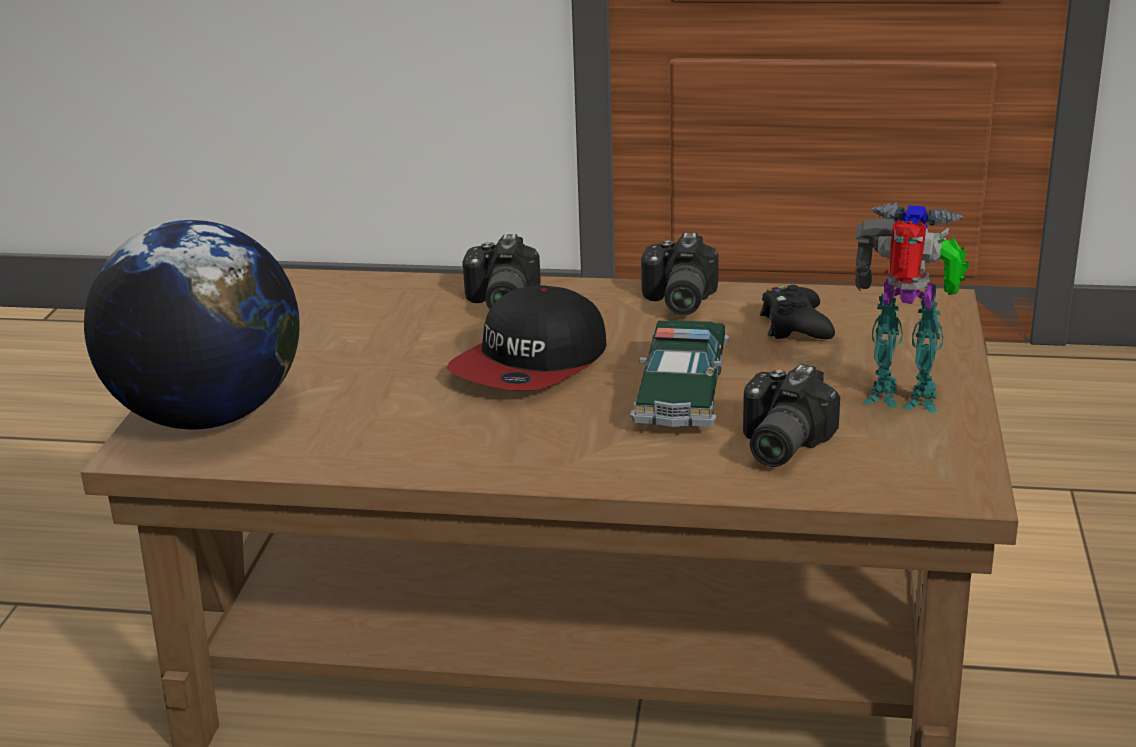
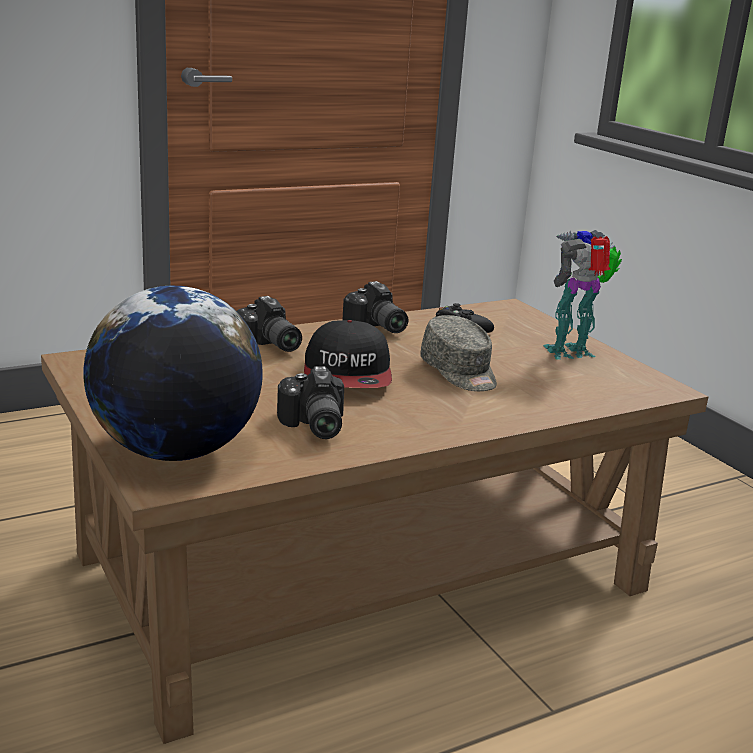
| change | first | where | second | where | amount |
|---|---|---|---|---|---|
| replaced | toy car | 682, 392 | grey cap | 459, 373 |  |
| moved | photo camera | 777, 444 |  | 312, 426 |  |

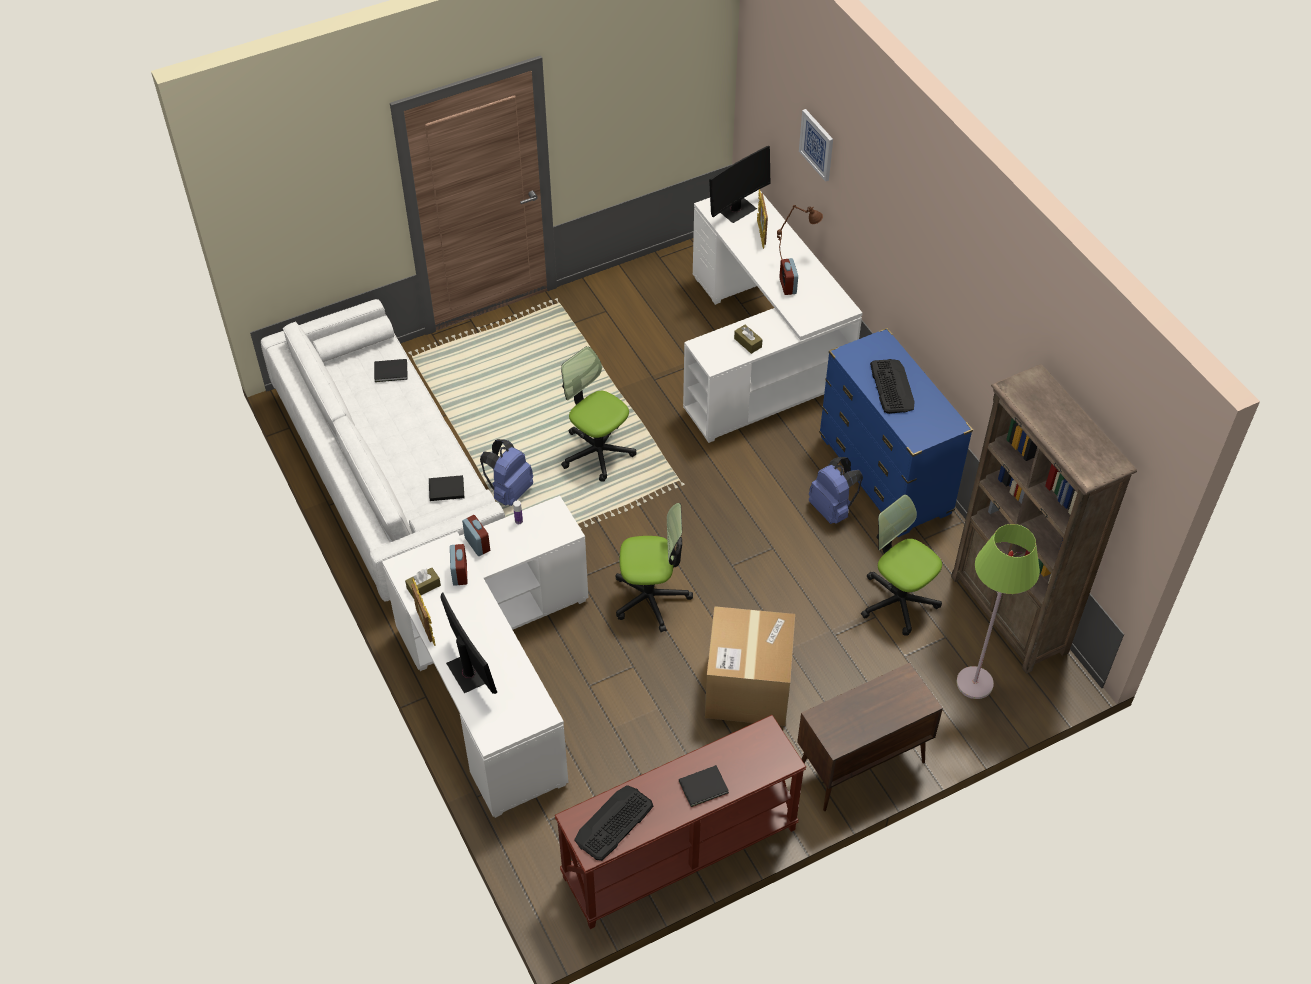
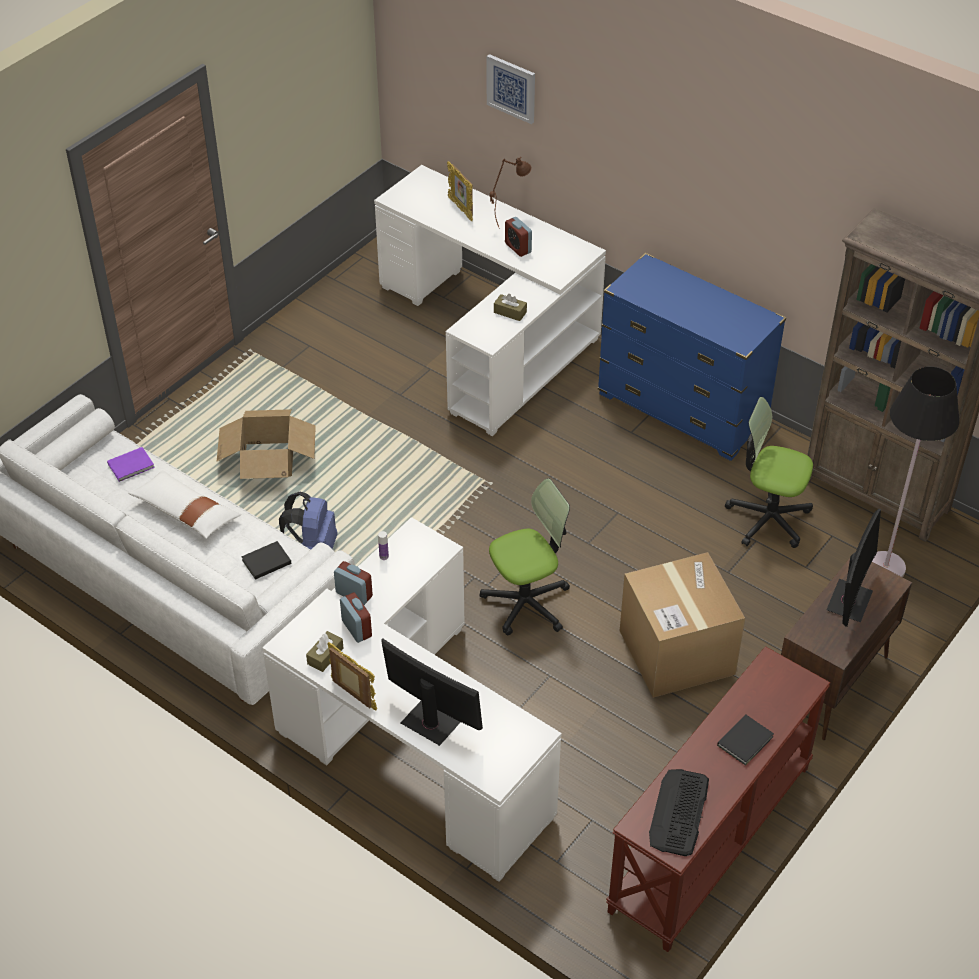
| change | first | where | second | where | amount |
|---|---|---|---|---|---|
| moved | monitor | 736, 209 |  | 849, 601 |  |
| removed | office chair | 597, 451 |  |  |  |
| recoloured | black book | 392, 372 | purple book | 132, 465 |  |
| removed | keyboard | 892, 386 |  |  |  |
| removed | blue backpack | 832, 509 |  |  |  |
| recoloured | green floor lamp | 974, 683 | black floor lamp | 885, 567 |  |
| added |  |  | cardboard box | 268, 460 |  |
| added |  |  | white pillow | 186, 512 |  |

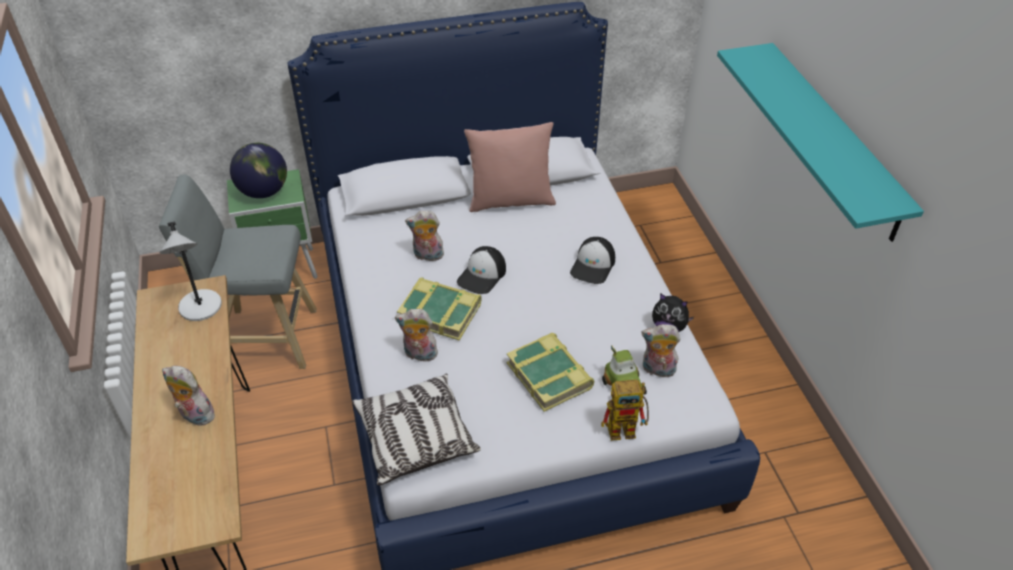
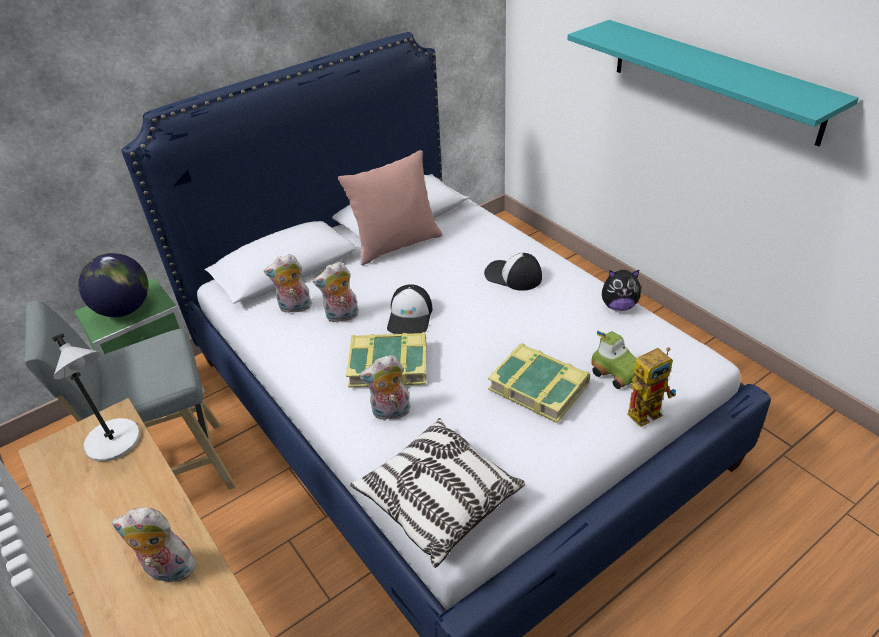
| change | first | where | second | where | amount |
|---|---|---|---|---|---|
| turned | cap | 593, 266 |  | 513, 276 | 120 degrees clockwise |
| moved | plush toy | 657, 370 |  | 294, 308 |  |

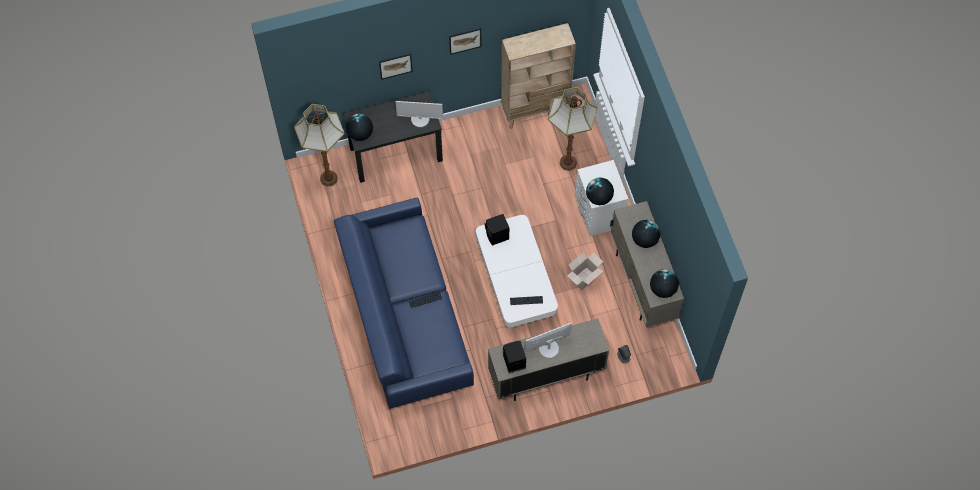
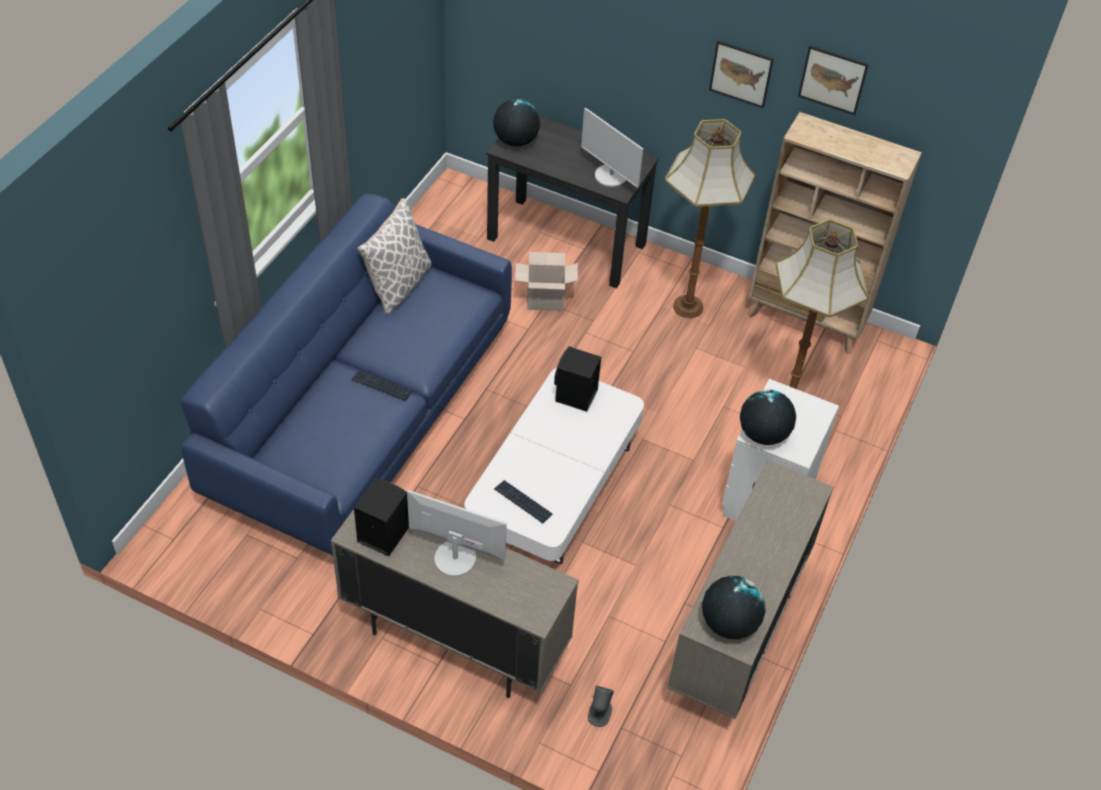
| change | first | where | second | where | amount |
|---|---|---|---|---|---|
| moved | picture | 395, 66 |  | 833, 79 |  |
| moved | floor lamp | 328, 178 |  | 687, 306 |  |
| removed | globe | 644, 240 |  |  |  |
| moved | cardboard box | 583, 279 |  | 543, 302 |  |
| added |  |  | pillow | 398, 285 |  |

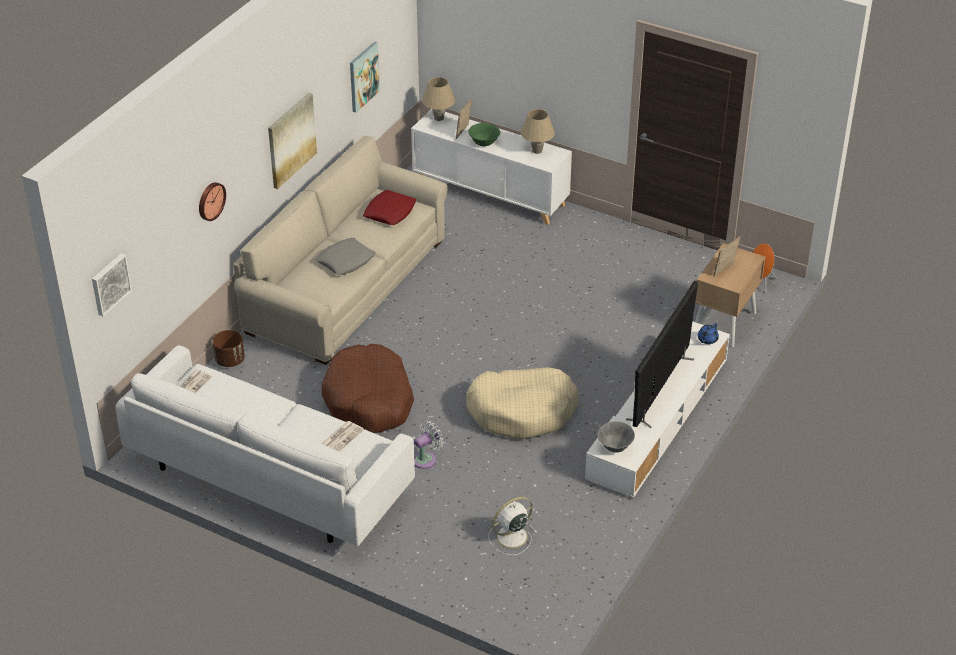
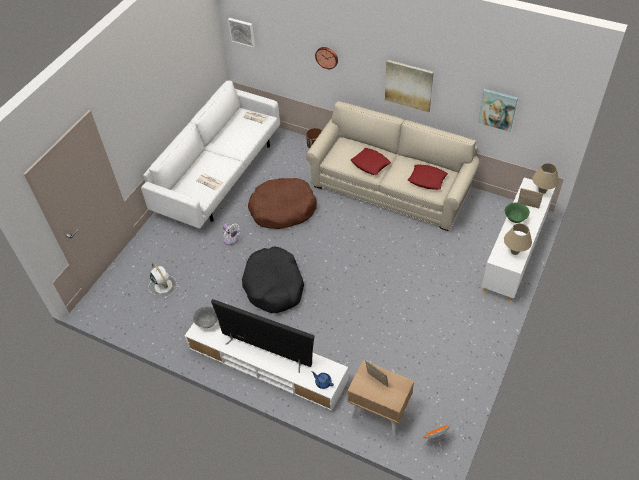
| change | first | where | second | where | amount |
|---|---|---|---|---|---|
| recoloured | grey pillow | 346, 261 | red pillow | 370, 164 |  |
| recoloured | beige dog bed | 522, 411 | black dog bed | 274, 286 |  |

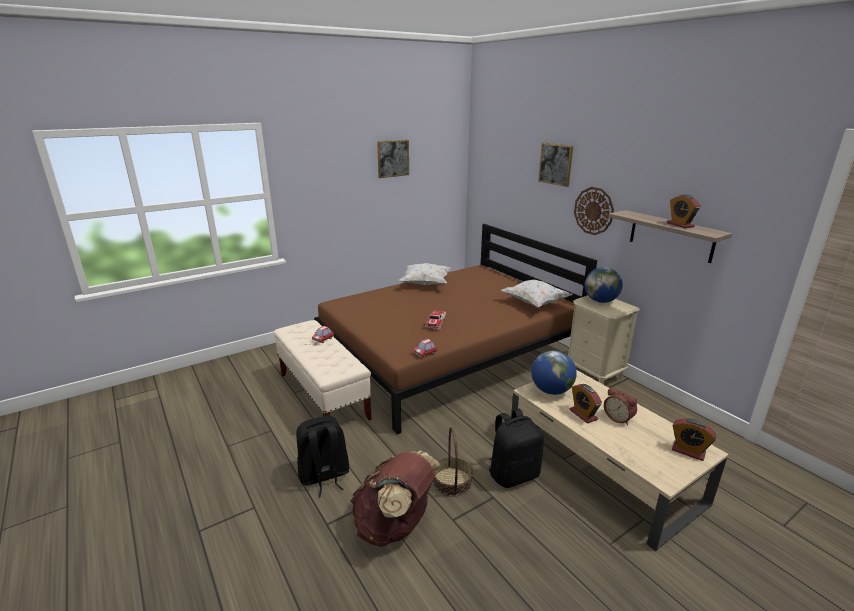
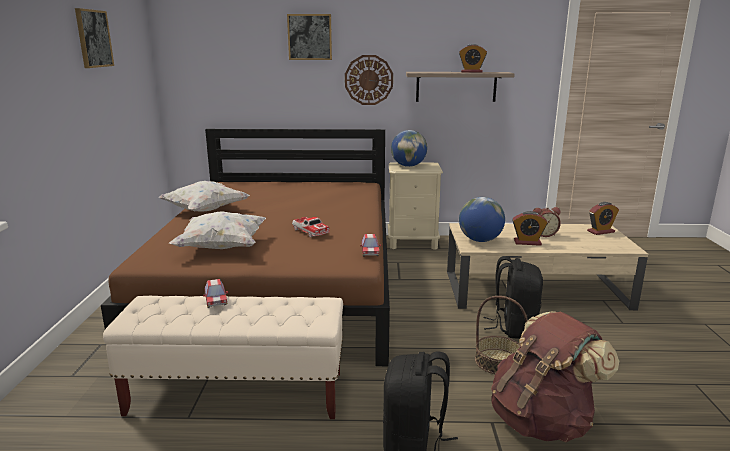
| change | first | where | second | where | amount |
|---|---|---|---|---|---|
| moved | white pillow | 534, 303 |  | 221, 247 |  |

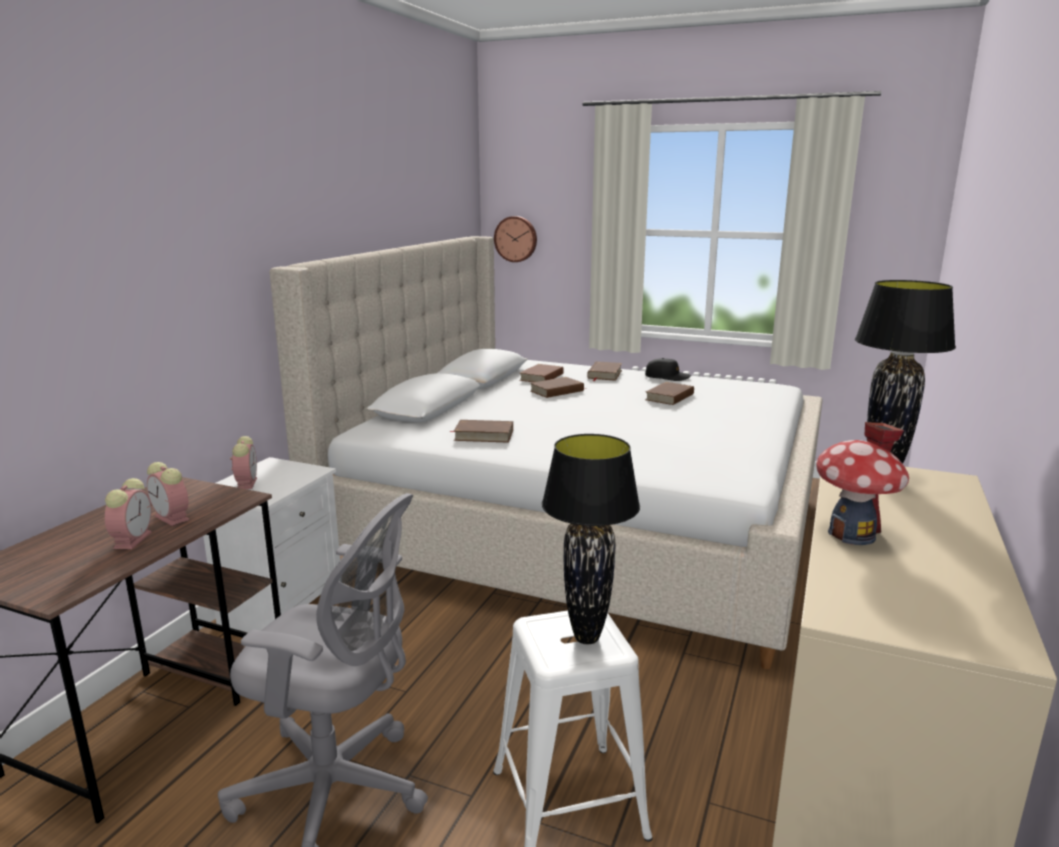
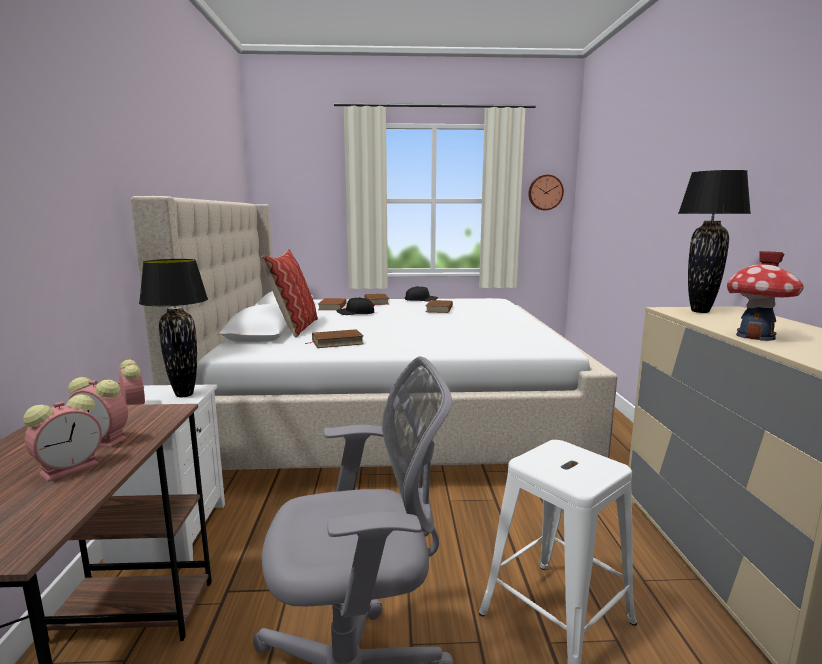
| change | first | where | second | where | amount |
|---|---|---|---|---|---|
| moved | wall clock | 516, 239 |  | 545, 192 |  |
| replaced | brown book | 557, 391 | black cap | 355, 313 |  |
| moved | black table lamp | 587, 637 |  | 184, 394 |  |
| turned | alarm clock | 133, 539 |  | 72, 468 | 60 degrees clockwise |
| added |  |  | pillow | 294, 328 |  |

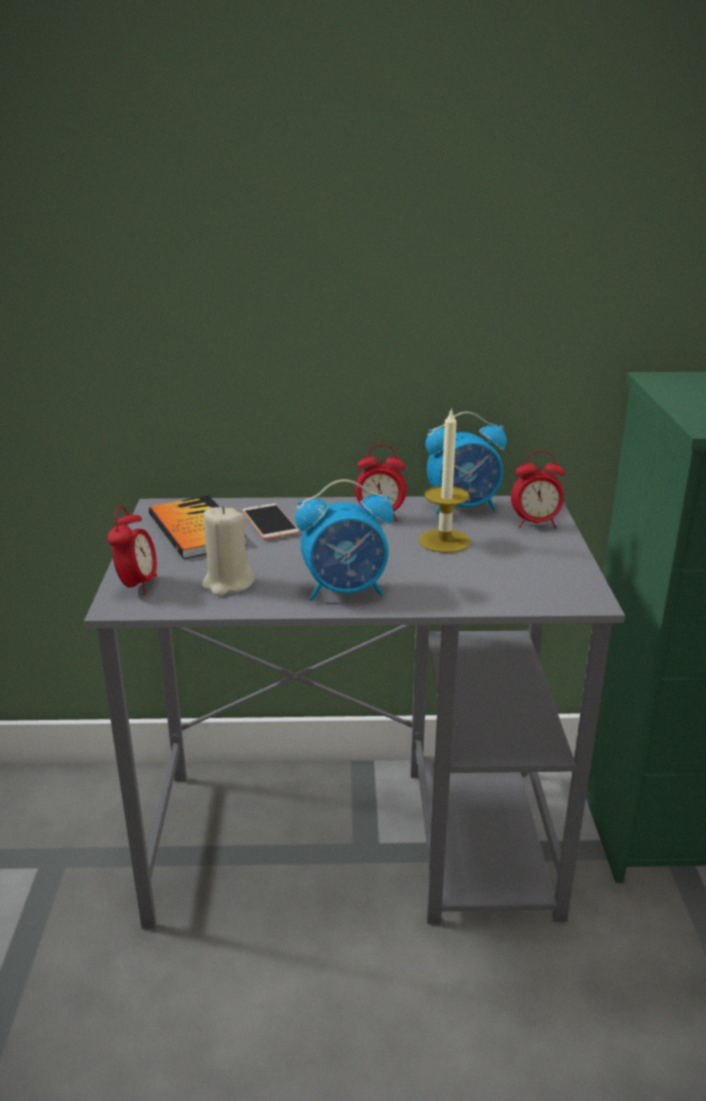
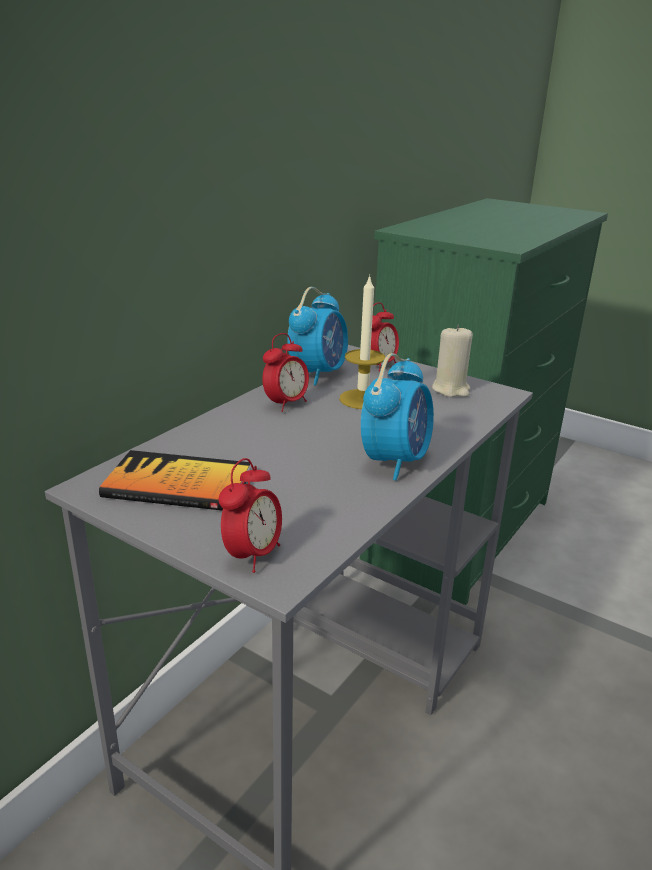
| change | first | where | second | where | amount |
|---|---|---|---|---|---|
| removed | phone | 270, 523 |  |  |  |
| turned | alarm clock | 137, 585 |  | 252, 555 | 75 degrees clockwise |
| moved | beige candle | 227, 583 |  | 451, 389 |  |

